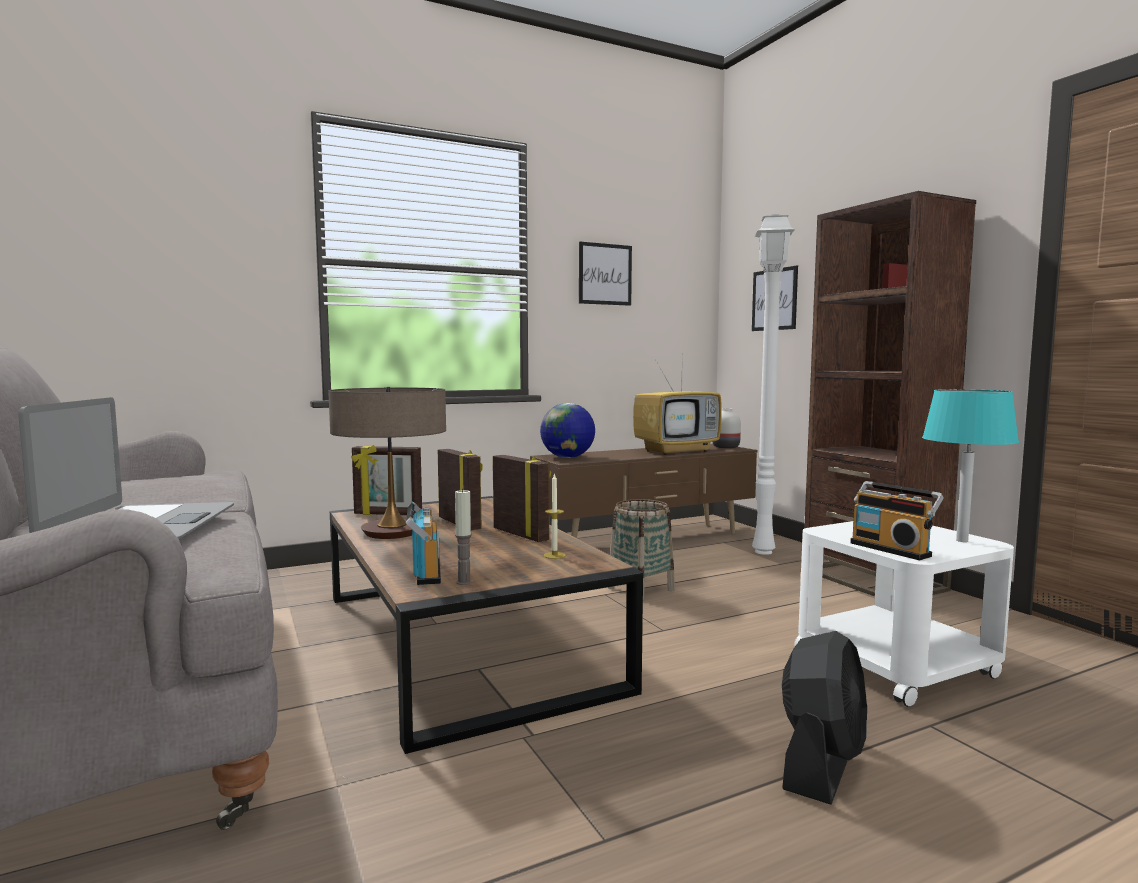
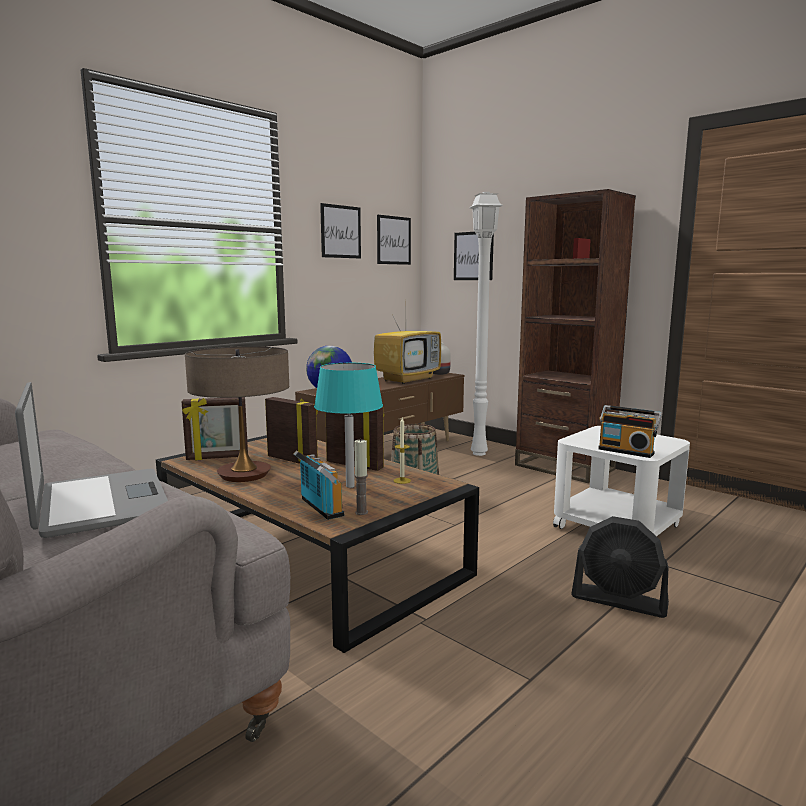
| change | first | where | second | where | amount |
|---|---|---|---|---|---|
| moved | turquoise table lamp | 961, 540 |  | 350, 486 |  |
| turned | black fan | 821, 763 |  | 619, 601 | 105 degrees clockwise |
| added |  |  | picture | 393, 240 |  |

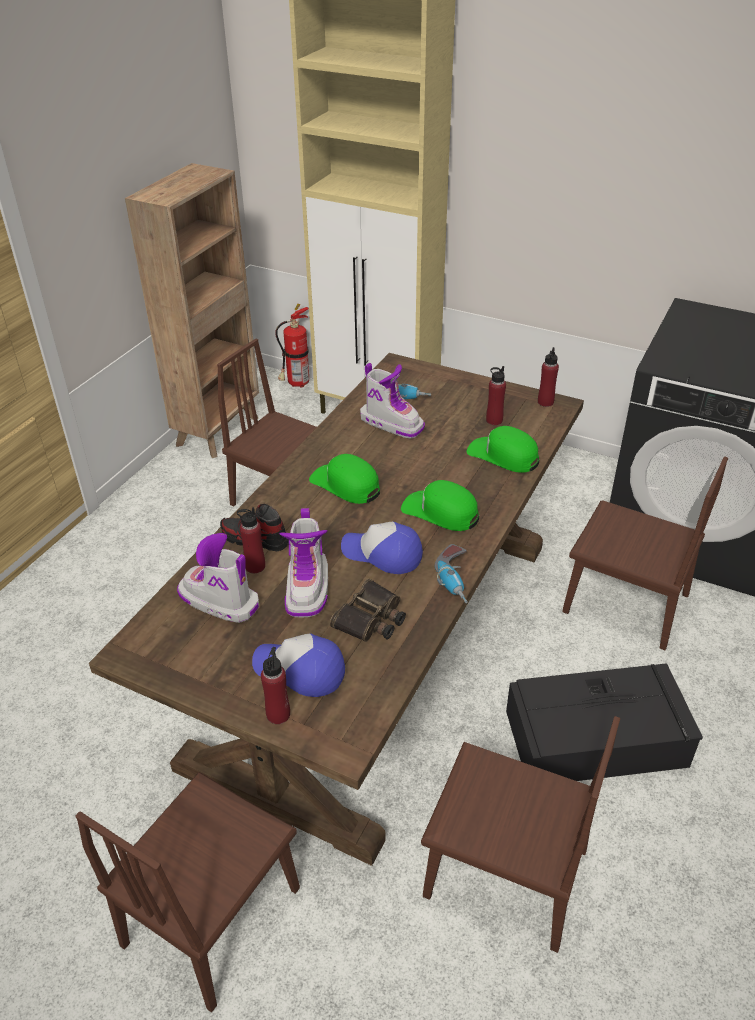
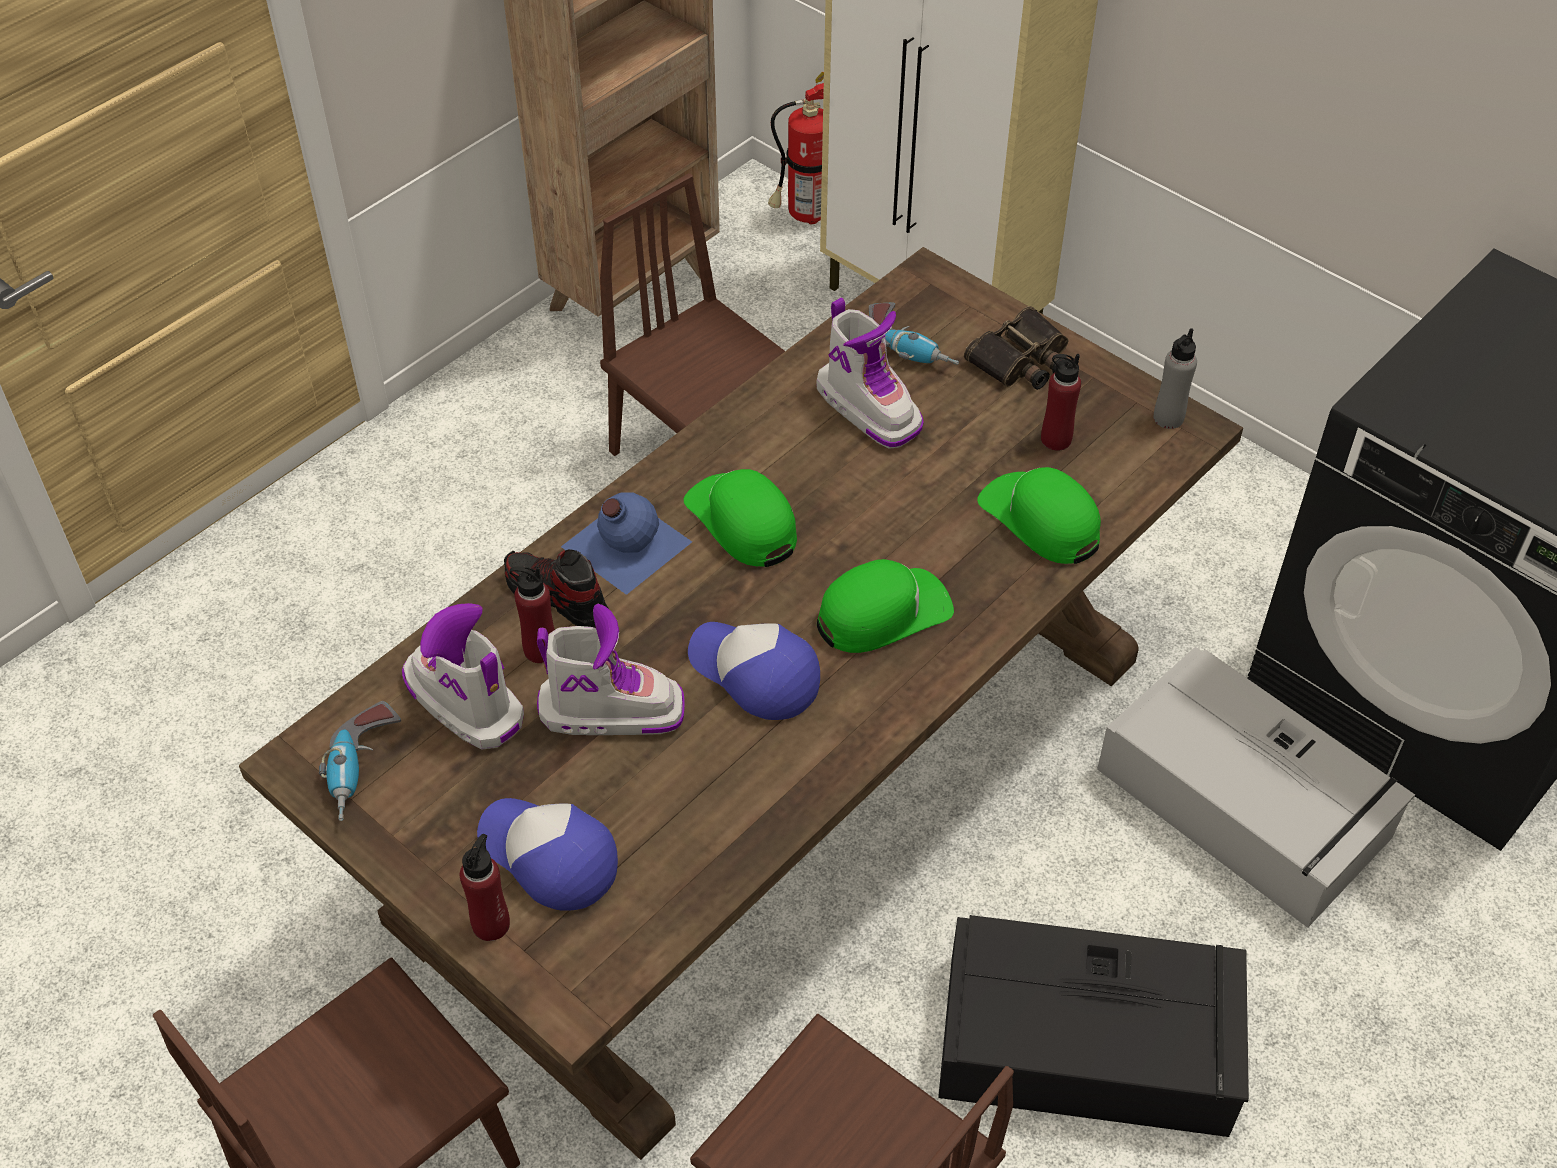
| change | first | where | second | where | amount |
|---|---|---|---|---|---|
| recoloured | red bottle | 545, 402 | grey bottle | 1168, 418 |  |
| replaced | brown chair | 625, 603 | grey storage box | 1246, 806 |  |
| turned | green cap | 440, 512 |  | 883, 613 | 105 degrees clockwise |
| turned | boot | 308, 588 |  | 611, 710 | 105 degrees counterclockwise |
| moved | power drill | 456, 580 |  | 363, 770 |  |
| moved | binoculars | 371, 619 |  | 1022, 361 |  |
| added |  |  | blue bottle | 624, 544 |  |

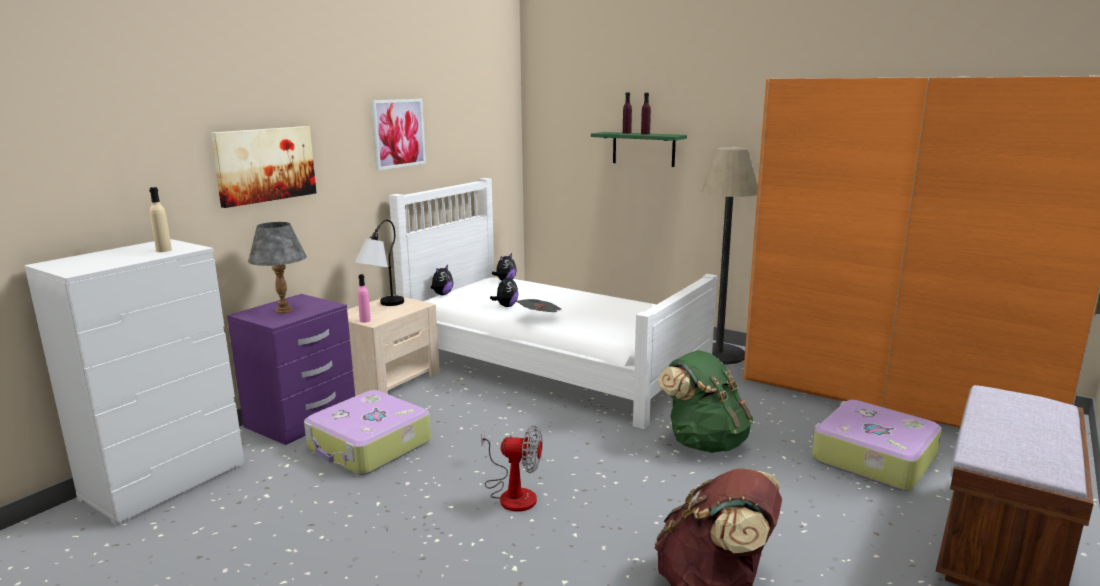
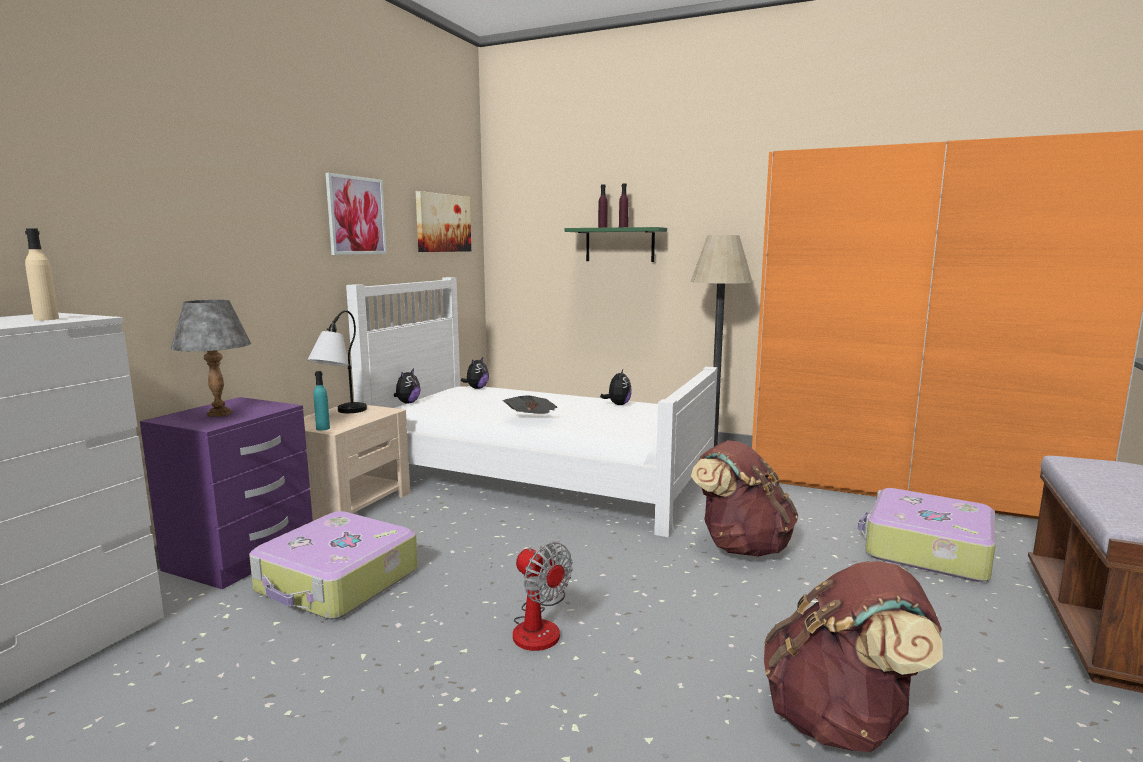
| change | first | where | second | where | amount |
|---|---|---|---|---|---|
| moved | picture | 265, 164 |  | 443, 223 |  |
| recoloured | pink bottle | 365, 320 | turquoise bottle | 323, 428 |  |
| moved | plush toy | 506, 306 |  | 618, 404 |  |
| recoloured | green backpack | 704, 442 | brown backpack | 741, 546 |  |
| turned | fan | 512, 493 |  | 540, 625 | 45 degrees clockwise |

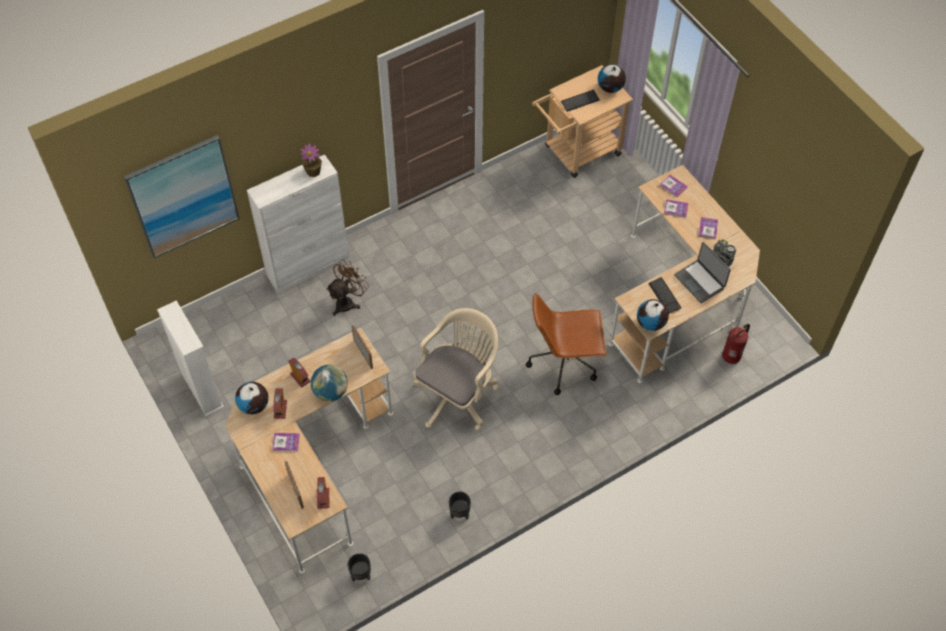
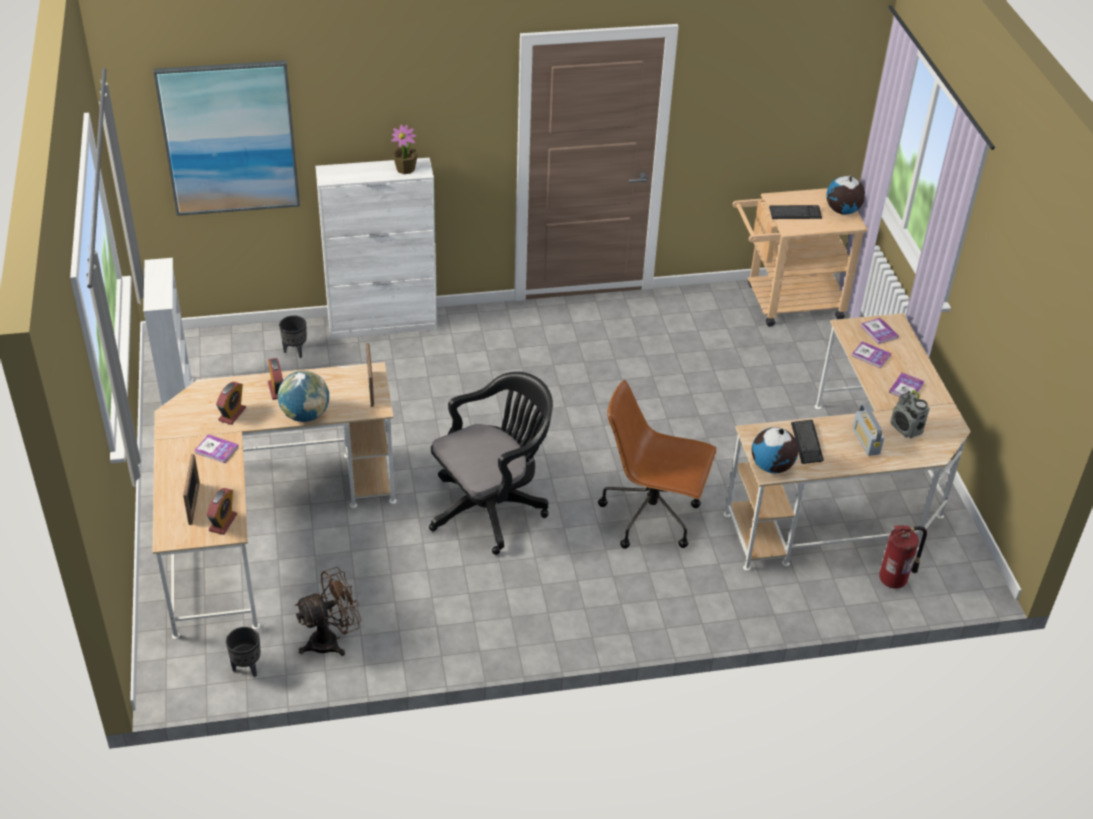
| change | first | where | second | where | amount |
|---|---|---|---|---|---|
| replaced | laptop | 700, 281 | radio | 866, 441 |  |
| moved | brown fan | 348, 302 |  | 331, 640 |  |
| recoloured | beige office chair | 458, 394 | black office chair | 492, 507 |  |
| removed | globe | 254, 406 |  |  |  |
| moved | black planter | 459, 514 |  | 295, 351 |  |

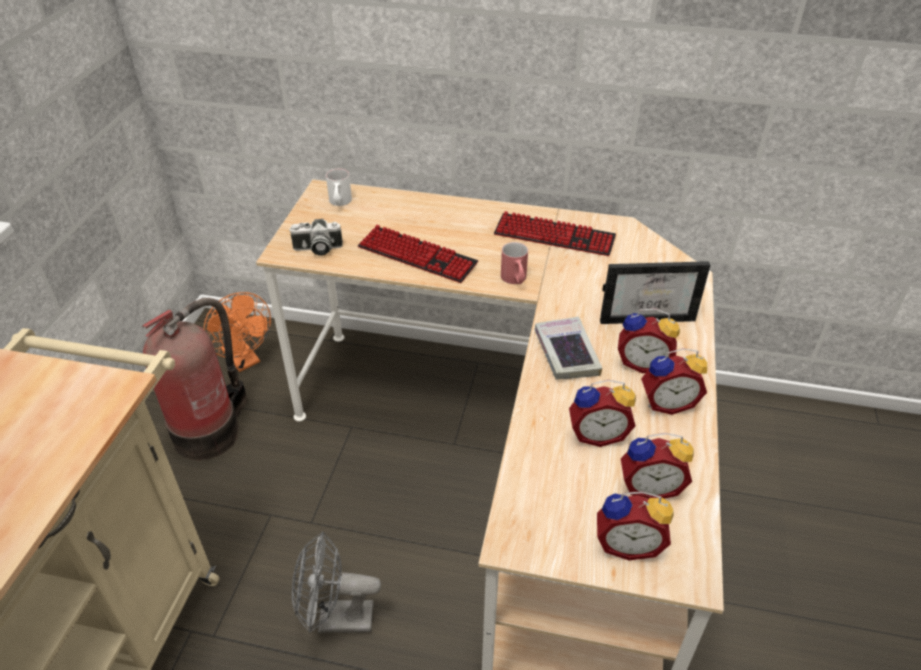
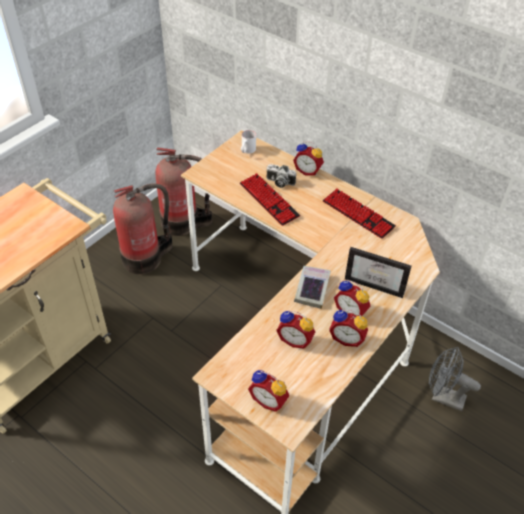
| change | first | where | second | where | amount |
|---|---|---|---|---|---|
| moved | photo camera | 317, 249 |  | 279, 182 |  |
| removed | red mug | 515, 280 |  |  |  |
| replaced | orange fan | 245, 360 | fire extinguisher | 183, 223 |  |
| moved | alarm clock | 649, 486 |  | 308, 171 |  |
| moved | grey fan | 336, 620 |  | 442, 397 |  |

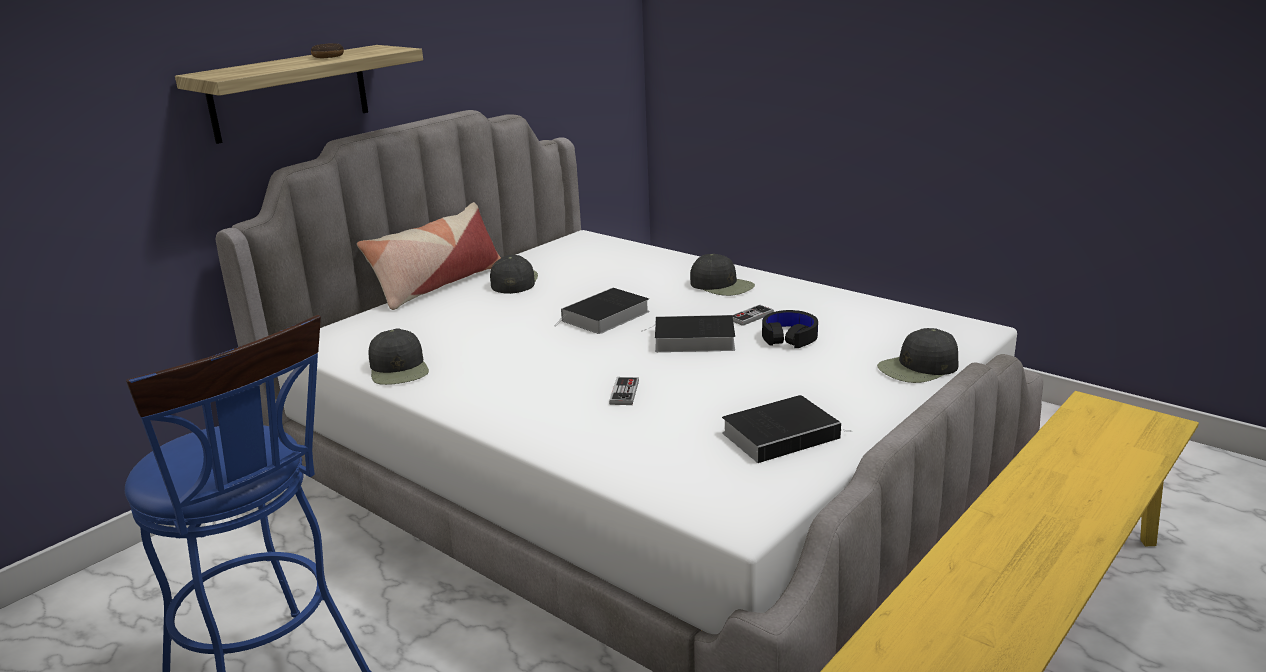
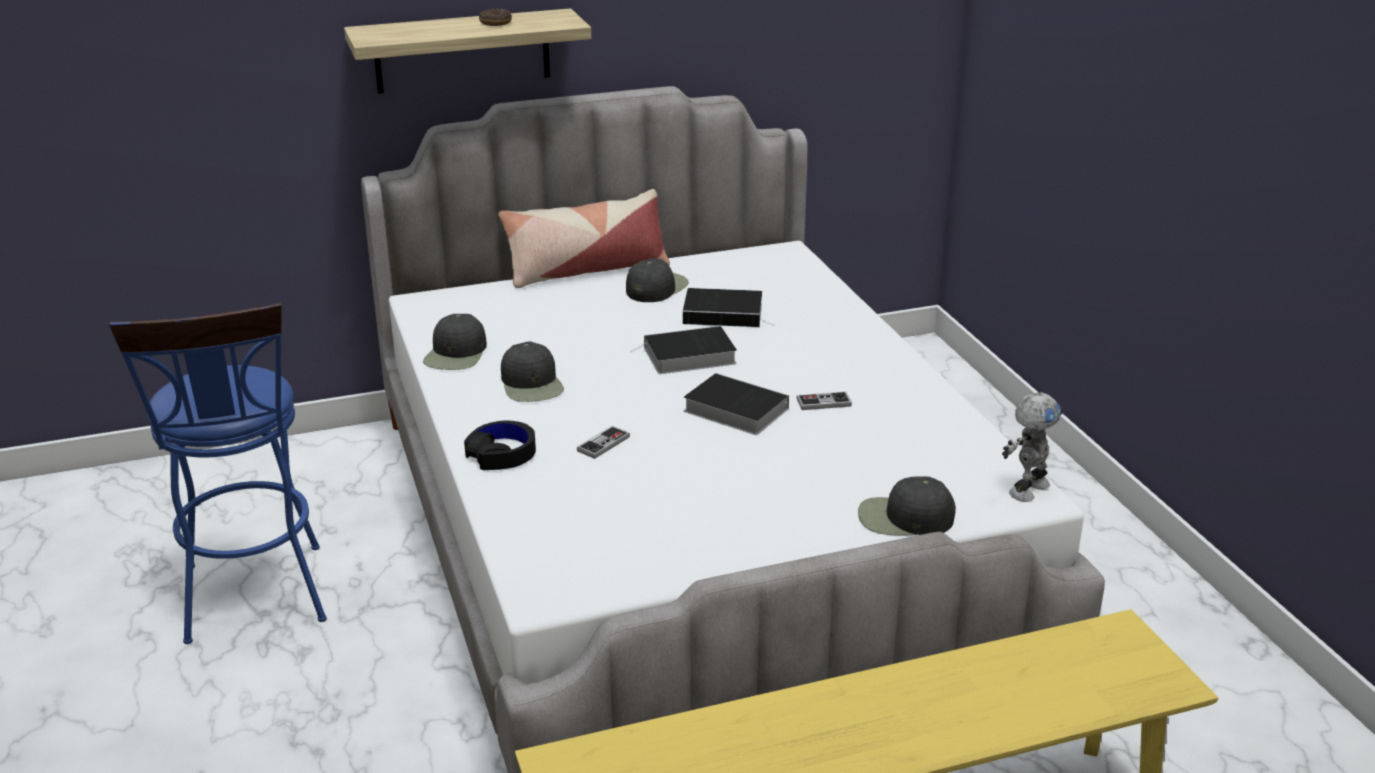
| change | first | where | second | where | amount |
|---|---|---|---|---|---|
| moved | black cap | 722, 285 |  | 532, 384 |  |
| moved | black headphones | 789, 337 |  | 502, 454 |  |
| moved | book | 782, 434 |  | 725, 313 |  |
| added |  |  | toy robot | 1027, 489 |  |

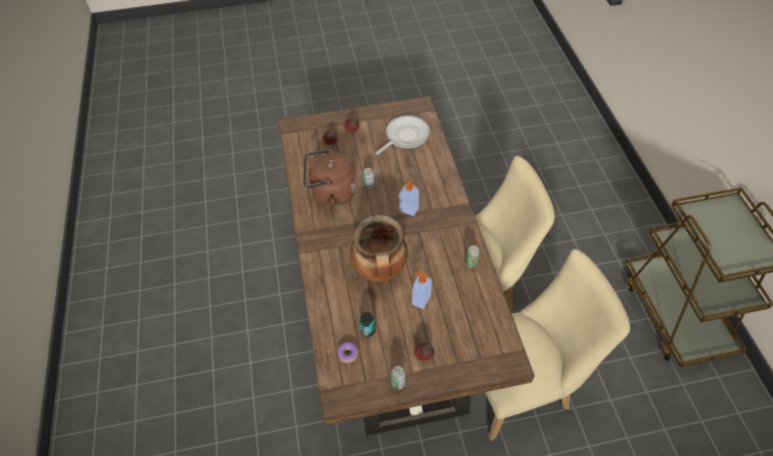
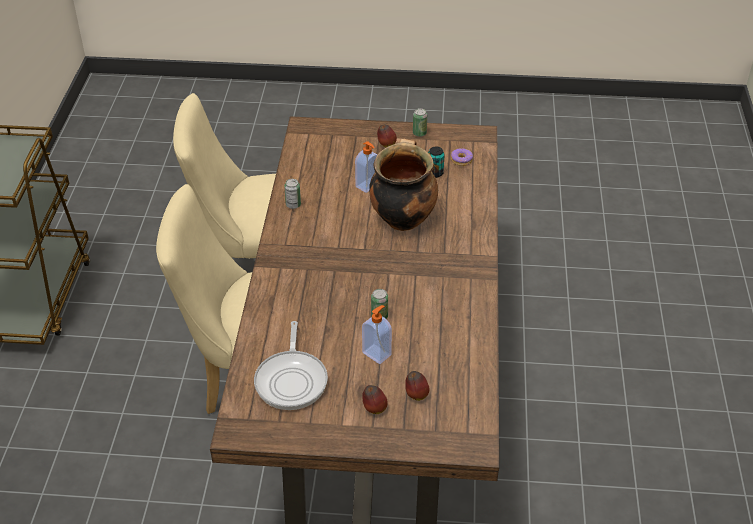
| change | first | where | second | where | amount |
|---|---|---|---|---|---|
| turned | frying pan | 405, 136 |  | 292, 380 | 60 degrees counterclockwise |
| removed | brown kettle | 330, 193 |  |  |  |
| moved | soap dispenser | 408, 210 |  | 377, 353 |  |

